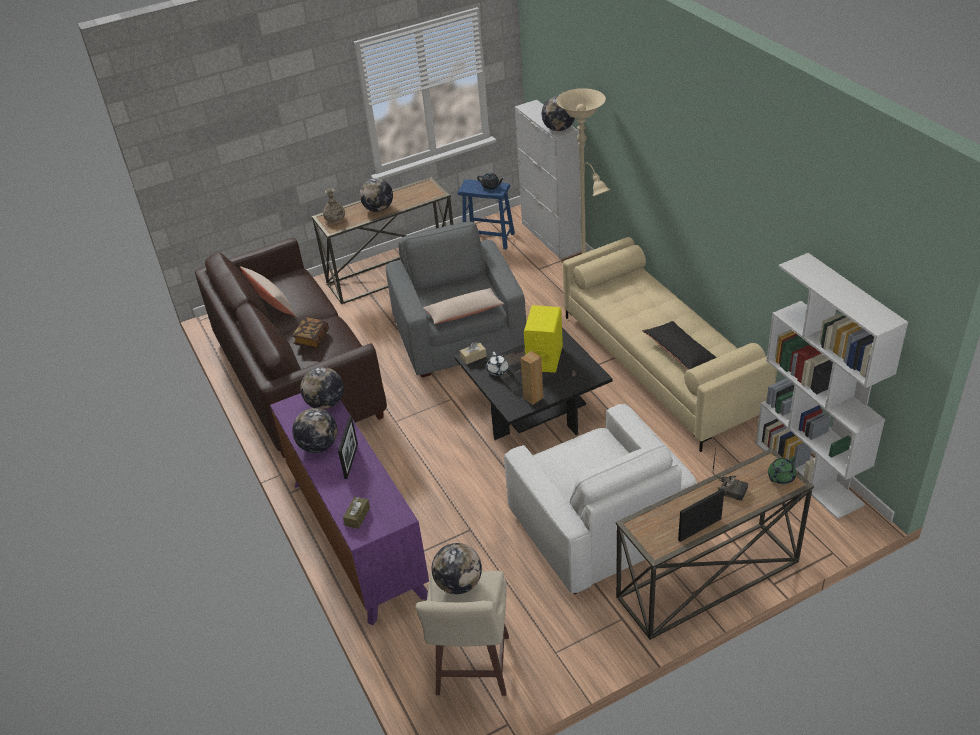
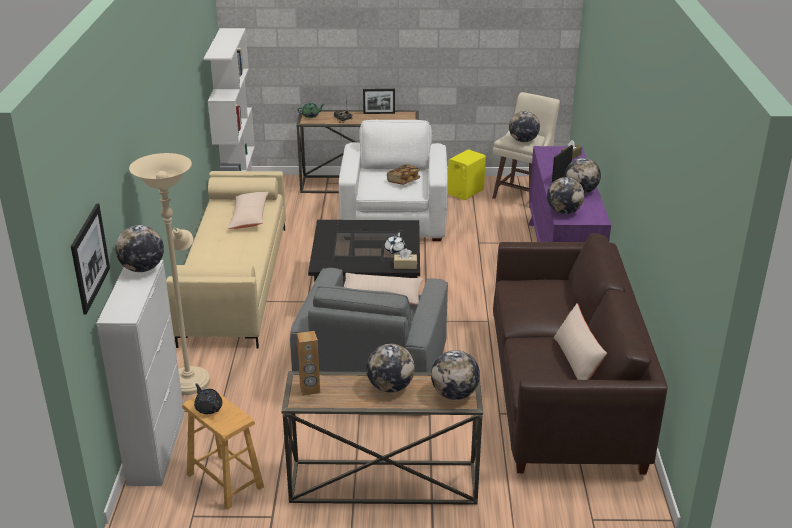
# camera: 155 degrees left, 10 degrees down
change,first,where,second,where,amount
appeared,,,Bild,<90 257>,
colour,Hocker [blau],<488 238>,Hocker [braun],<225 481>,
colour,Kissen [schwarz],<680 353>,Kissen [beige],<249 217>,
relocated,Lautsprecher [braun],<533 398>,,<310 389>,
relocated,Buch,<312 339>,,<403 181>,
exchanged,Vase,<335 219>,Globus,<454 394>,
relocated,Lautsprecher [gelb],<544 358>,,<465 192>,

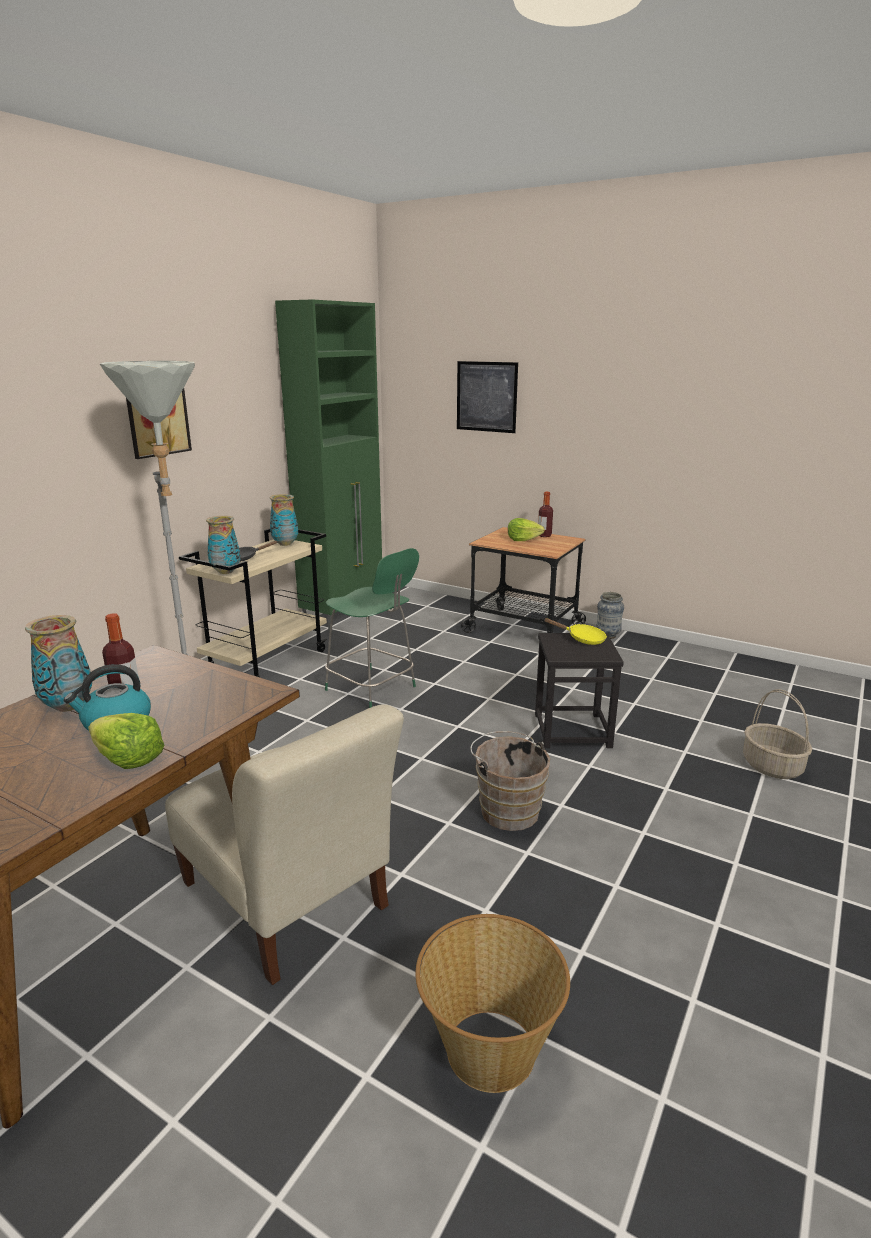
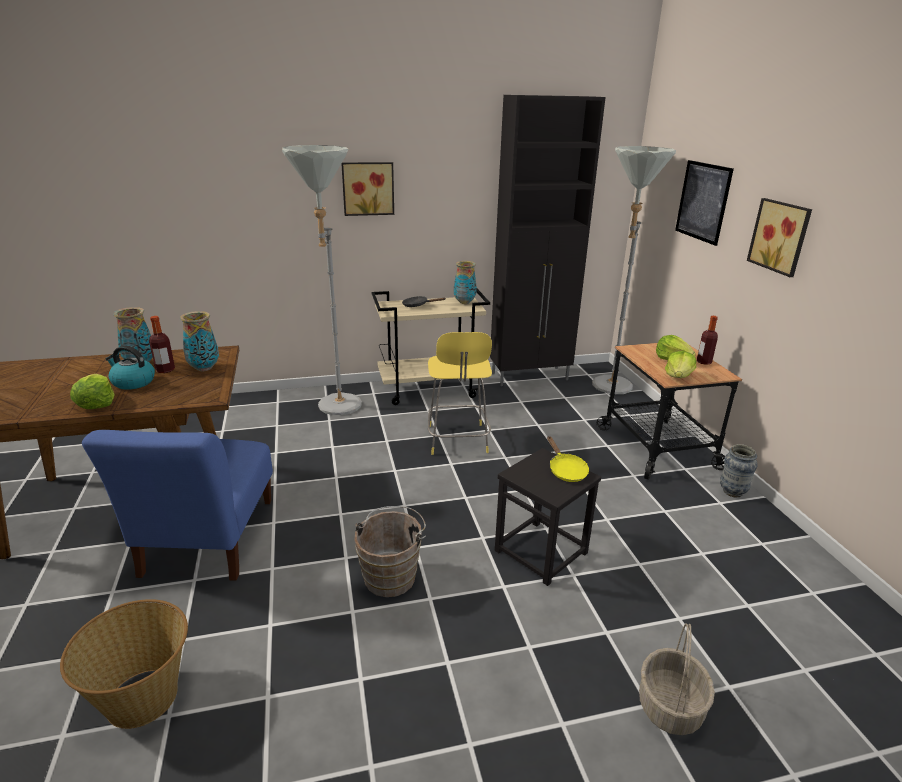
# camera: 45 degrees right, 5 degrees up
change,first,where,second,where,amount
colour,Stuhl [beige],<287 901>,Stuhl [blau],<207 541>,
relocated,Vase,<225 572>,,<204 368>,
colour,Hocker [grün],<372 689>,Hocker [gelb],<457 440>,
colour,Schrank [grün],<344 616>,Schrank [schwarz],<531 377>,
appeared,,,Stehlampe [grau],<609 389>,
appeared,,,Salatkopf,<678 376>,
appeared,,,Bild,<781 236>,

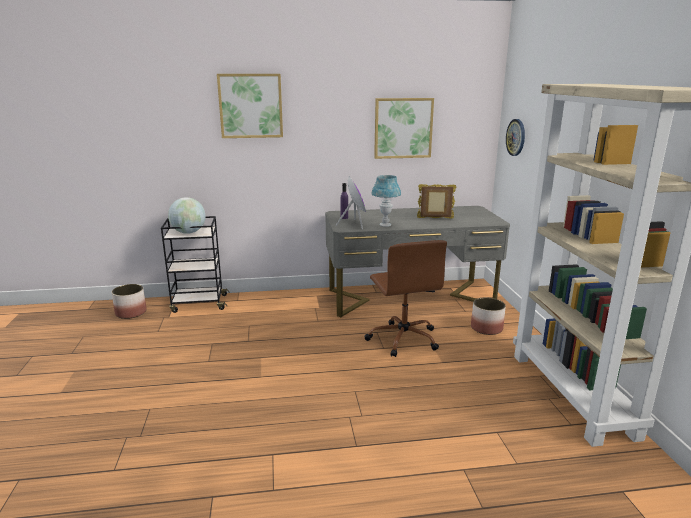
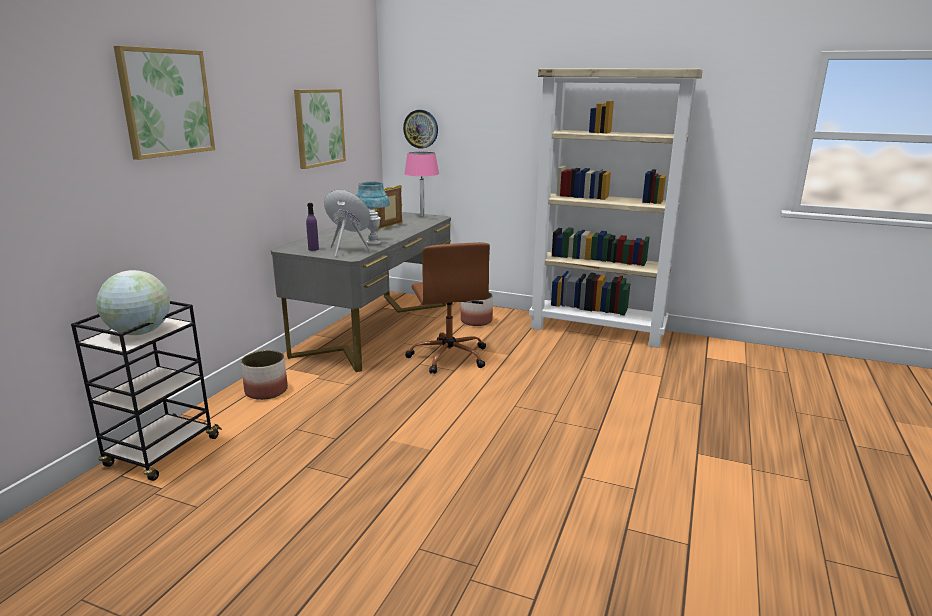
# camera: 60 degrees left, 0 degrees up
change,first,where,second,where,amount
relocated,Pflanzkübel,<130 313>,,<266 391>,
appeared,,,Tischlampe [rosa],<422 216>,
spun,Bürostuhl [braun],<403 339>,,<449 356>,60 degrees clockwise

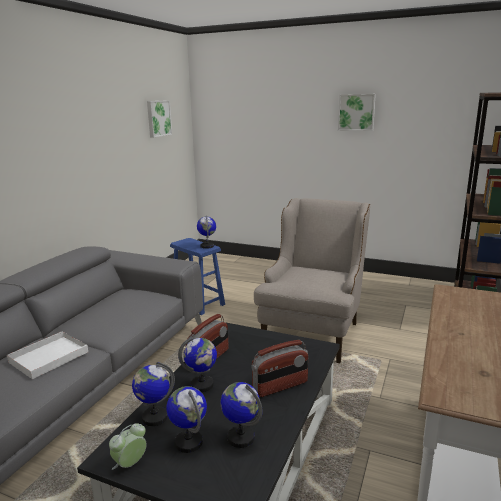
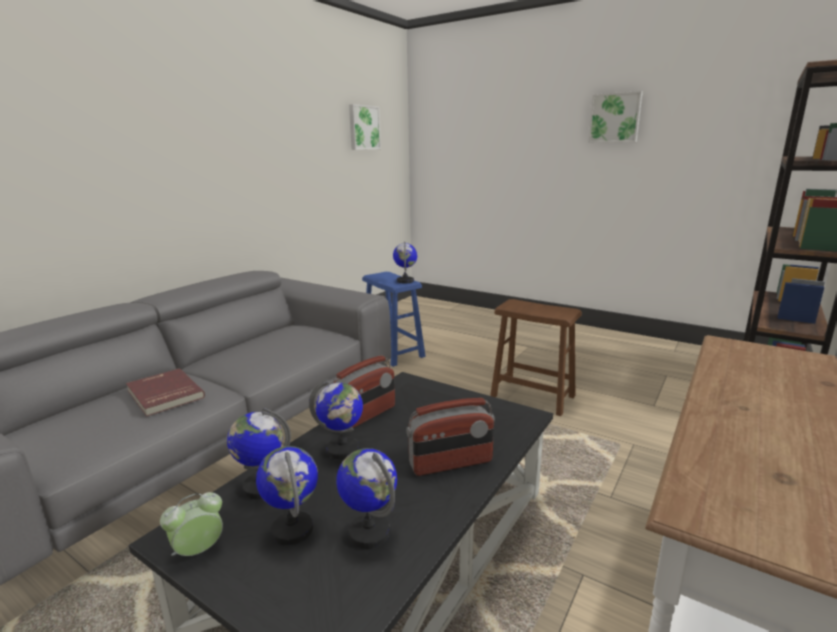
# camera: 10 degrees right, 0 degrees up
change,first,where,second,where,amount
exchanged,Tablett [weiß],<47 358>,Buch [rot],<163 394>,
exchanged,Sessel [beige],<314 330>,Hocker [braun],<532 396>,

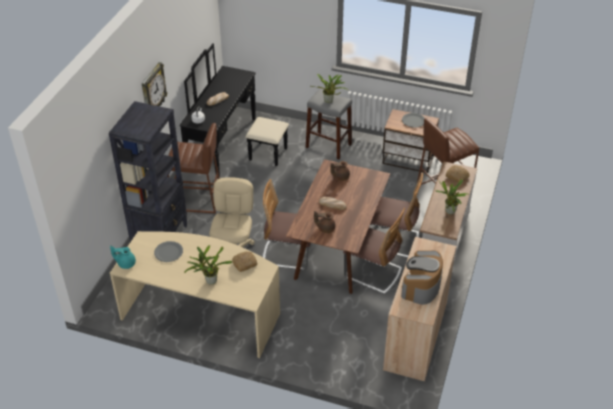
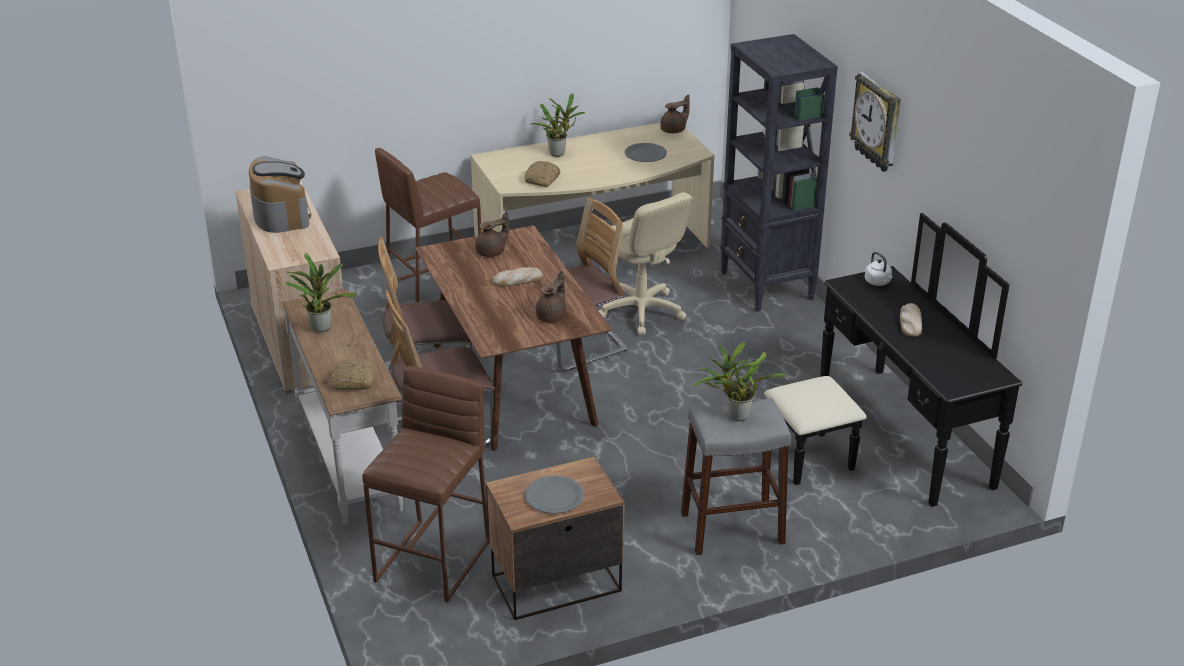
# camera: 140 degrees right, 10 degrees down
change,first,where,second,where,amount
relocated,Hocker [braun],<197 200>,,<433 286>,
colour,Teekanne [türkis],<126 263>,Teekanne [braun],<674 130>,

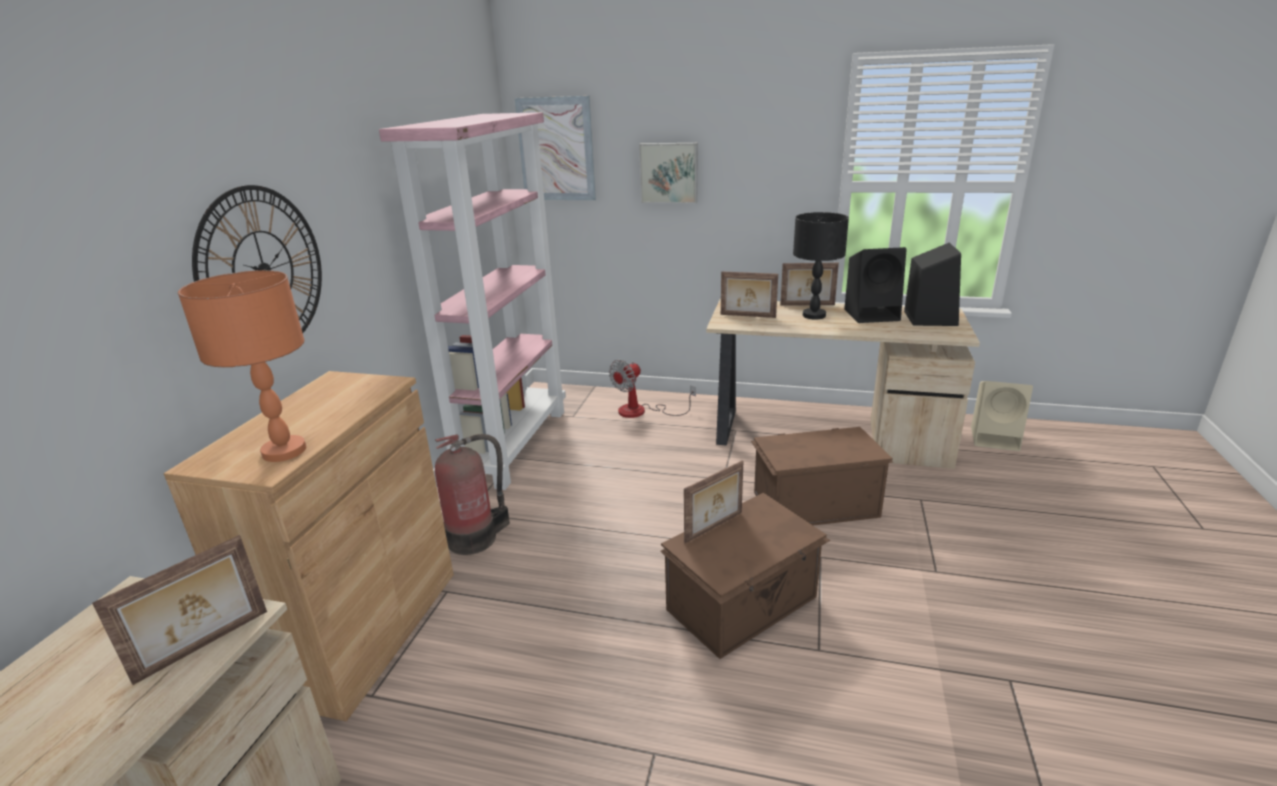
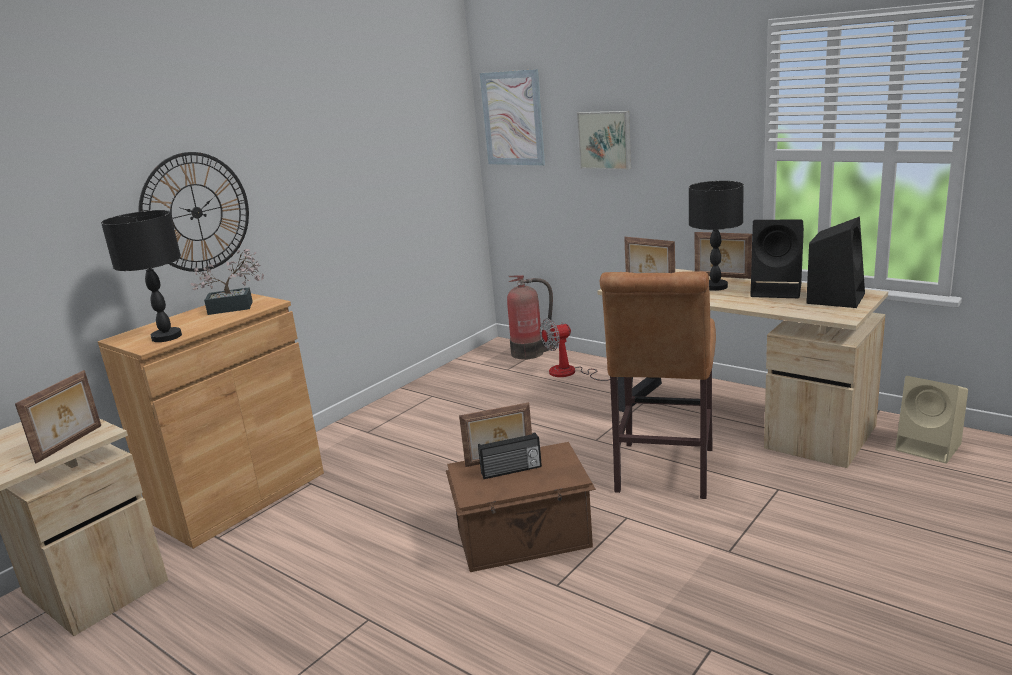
# camera: 25 degrees right, 5 degrees down
change,first,where,second,where,amount
spun,Bilderrahmen,<204 646>,,<70 444>,45 degrees counterclockwise
colour,Tischlampe [orange],<283 451>,Tischlampe [schwarz],<166 337>,
appeared,,,Topfpflanze,<236 307>,
appeared,,,Radio,<511 471>,
relocated,Feuerlöscher,<476 537>,,<530 352>,
exchanged,Aufbewahrungsbox [braun],<814 503>,Hocker [braun],<663 474>,
missing,Bücherregal [rosa],<512 444>,,,

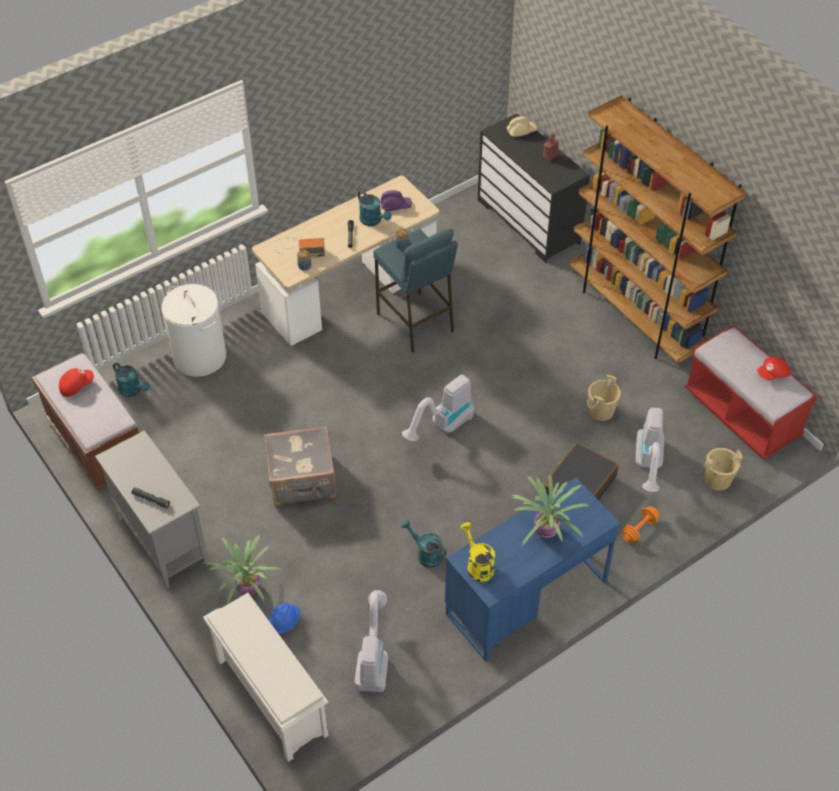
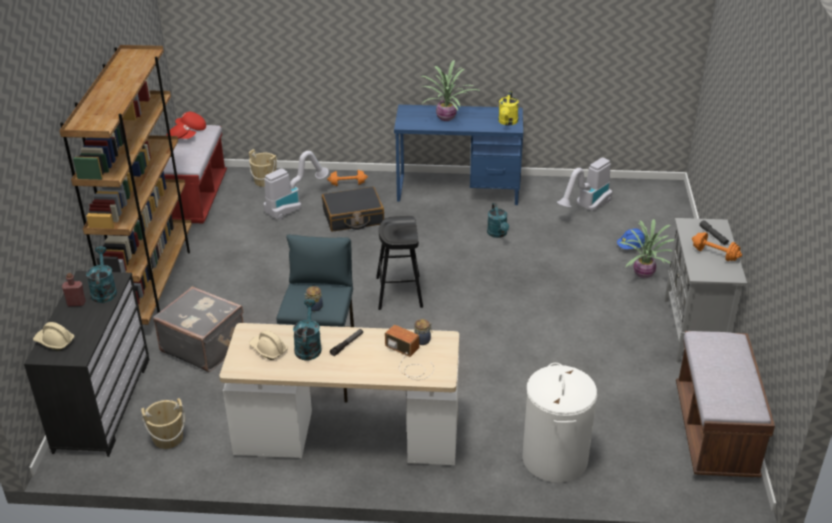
# camera: 140 degrees left, 15 degrees down
change,first,where,second,where,amount
relocated,Gießkanne [türkis],<133 390>,,<104 291>,
relocated,Eimer [beige],<601 411>,,<168 438>,
relocated,Koffer [grau],<302 481>,,<204 345>,
relocated,Kappe [rot],<76 386>,,<191 127>,
colour,Schutzhelm [lila],<395 205>,Schutzhelm [beige],<268 349>,
exchanged,Staubsauger,<442 427>,Hocker [schwarz],<399 292>,
appeared,,,Hantel [orange],<715 254>,
missing,Schuhregal [weiß],<270 696>,,,

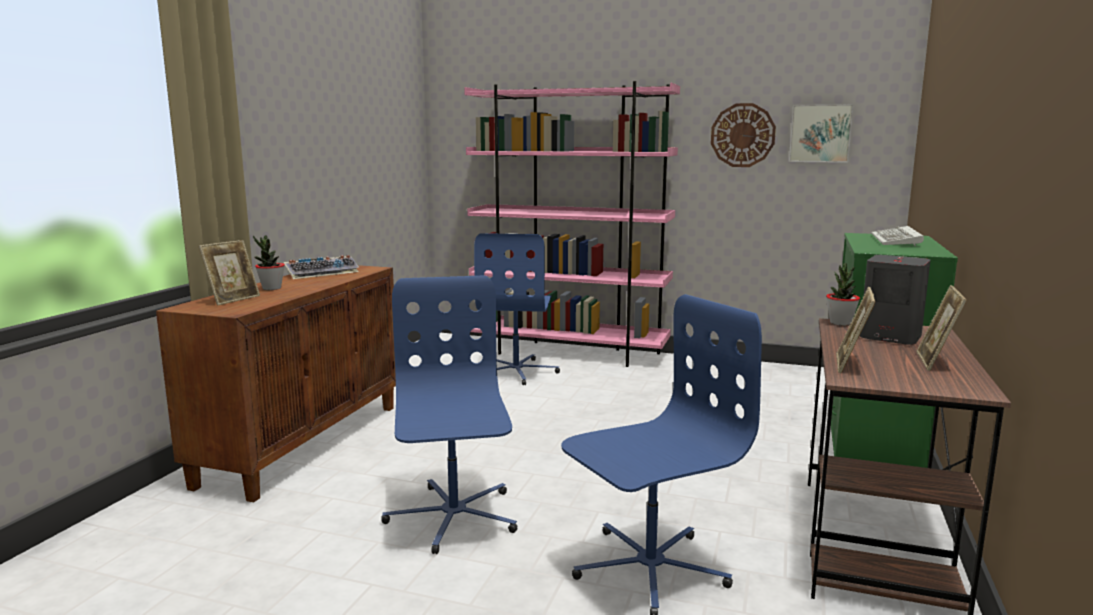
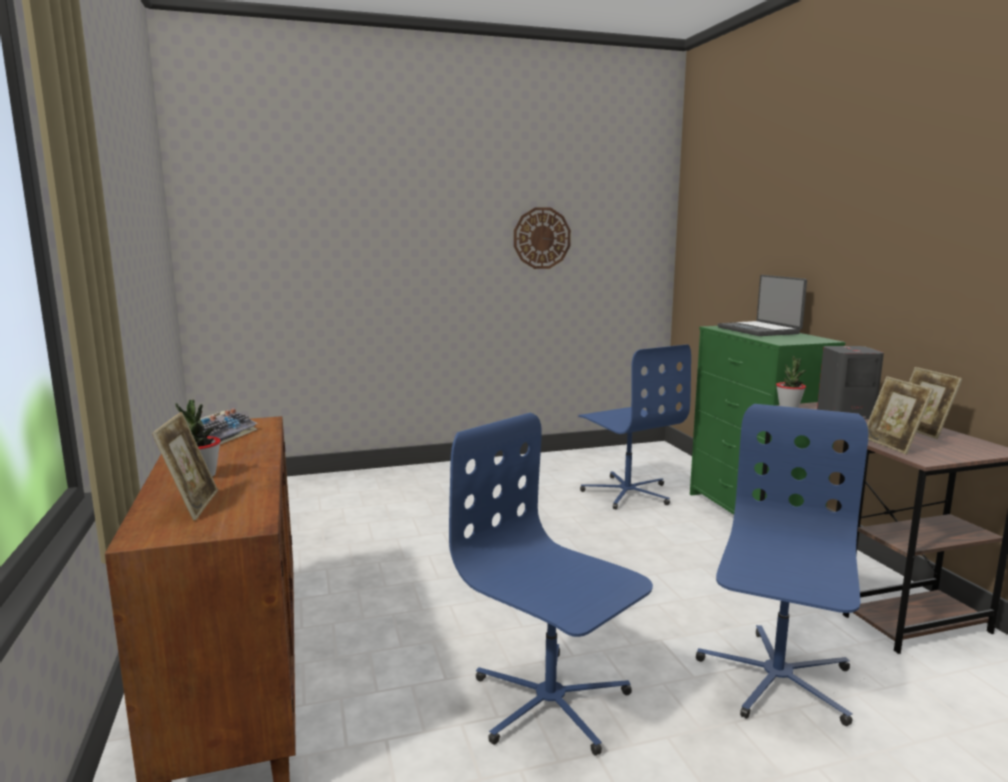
# camera: 35 degrees left, 0 degrees up
change,first,where,second,where,amount
relocated,Bürostuhl [blau],<517 371>,,<627 493>,
exchanged,Tastatur,<897 240>,Laptop,<759 330>,
missing,Bücherregal [rosa],<569 353>,,,
missing,Bild,<820 133>,,,

